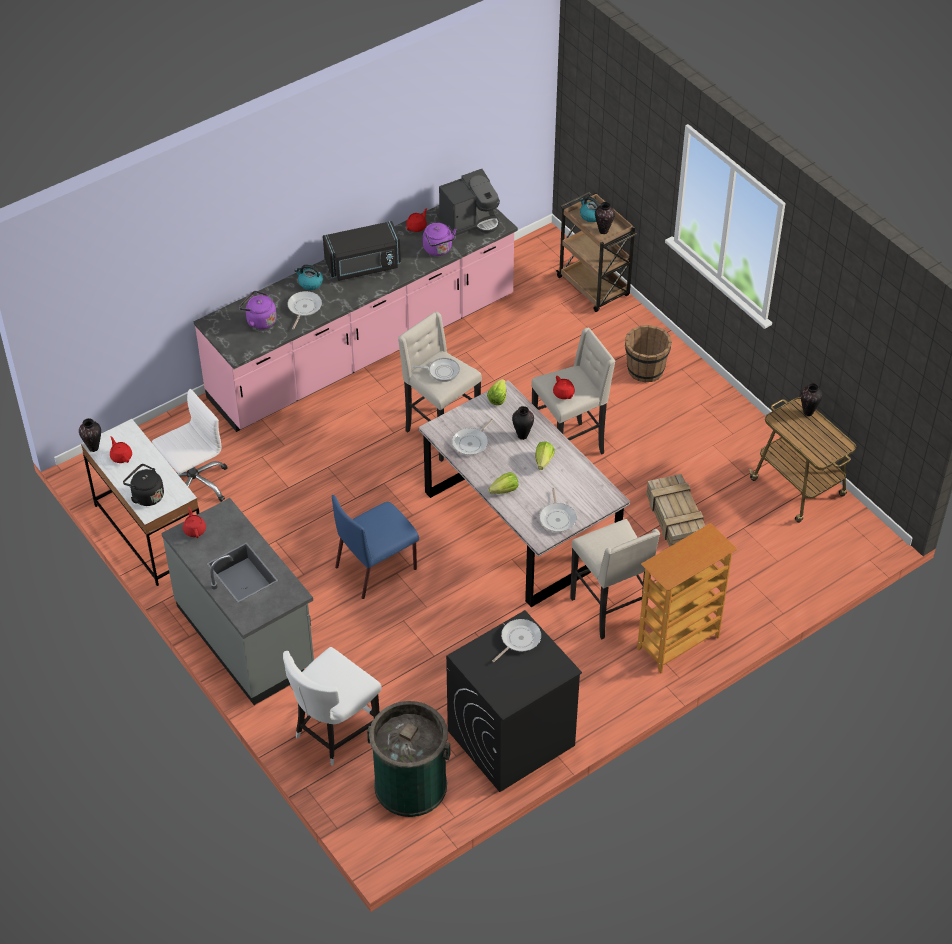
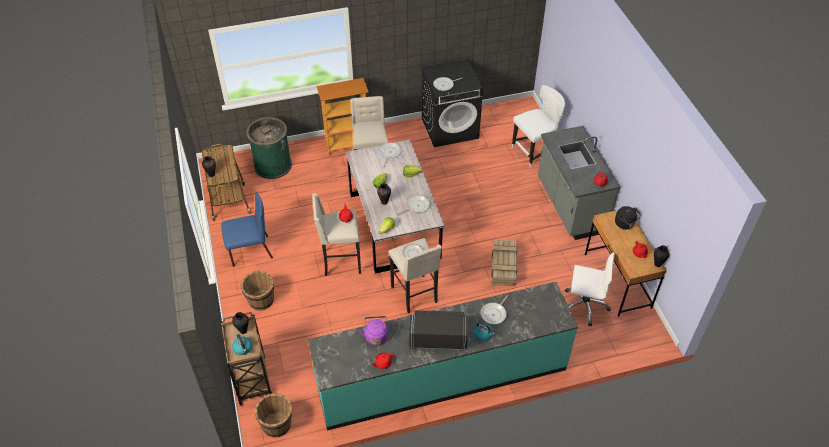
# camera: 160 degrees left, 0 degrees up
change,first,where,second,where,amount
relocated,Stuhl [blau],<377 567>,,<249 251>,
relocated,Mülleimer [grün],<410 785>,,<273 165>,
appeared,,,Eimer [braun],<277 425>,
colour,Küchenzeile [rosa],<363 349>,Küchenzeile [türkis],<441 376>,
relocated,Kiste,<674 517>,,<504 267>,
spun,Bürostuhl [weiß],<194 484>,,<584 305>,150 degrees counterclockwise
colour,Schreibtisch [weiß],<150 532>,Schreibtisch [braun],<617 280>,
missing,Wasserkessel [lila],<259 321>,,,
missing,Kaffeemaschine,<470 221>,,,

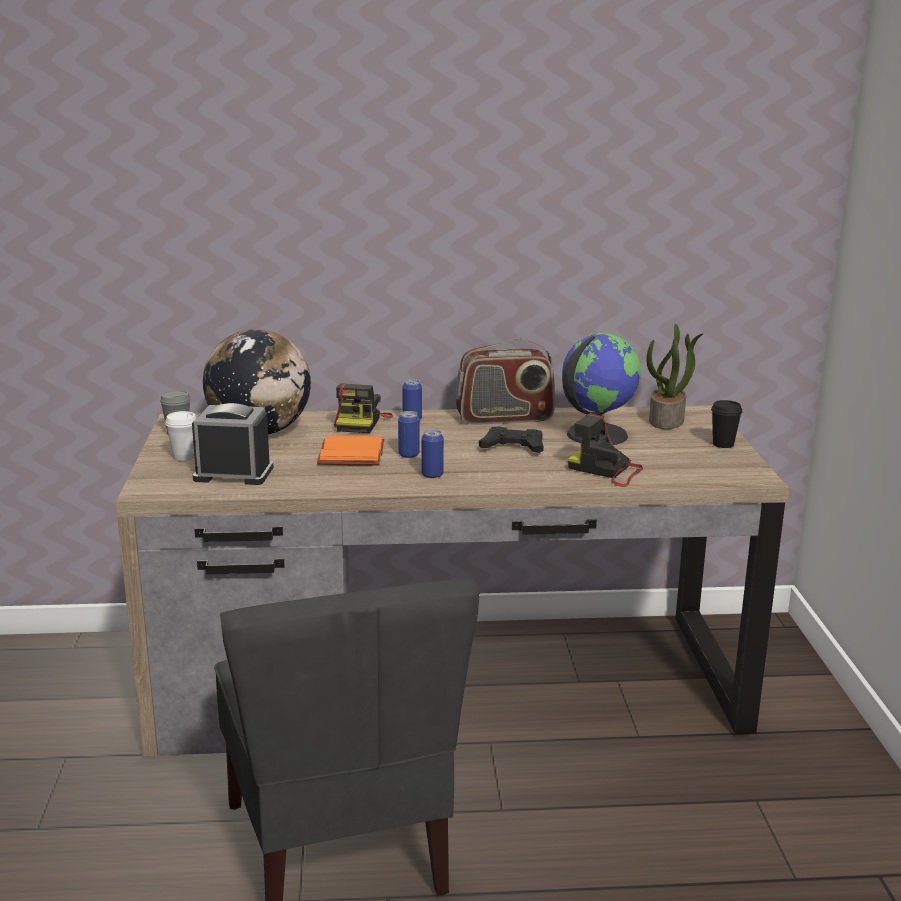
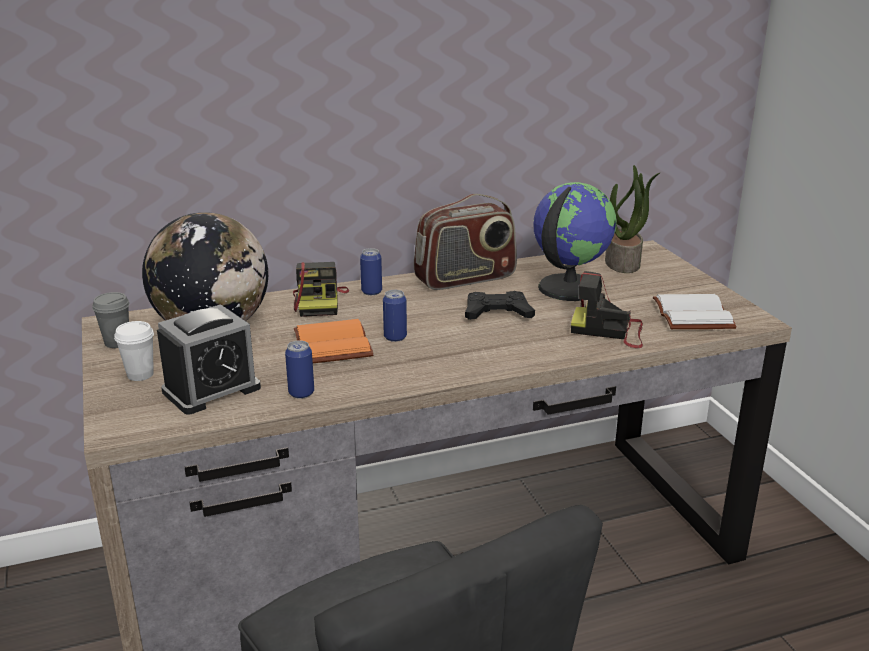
# camera: 15 degrees left, 5 degrees up
change,first,where,second,where,amount
spun,Wecker,<233 473>,,<211 390>,150 degrees clockwise
relocated,Dose,<432 475>,,<301 393>,
appeared,,,Buch [weiß],<690 314>,
missing,Tasse [schwarz],<723 444>,,,

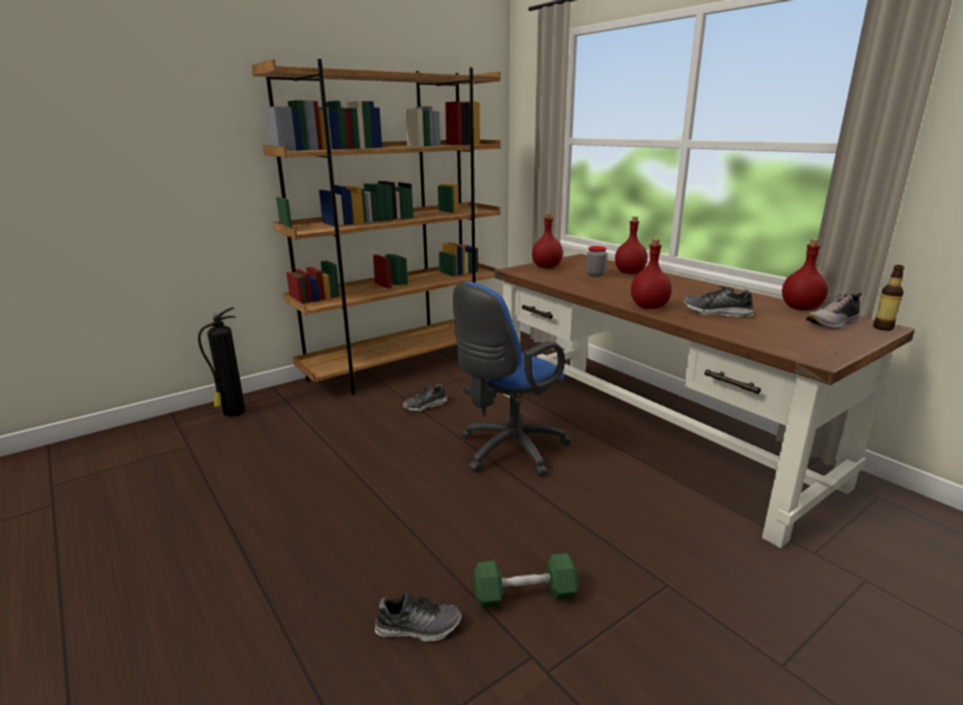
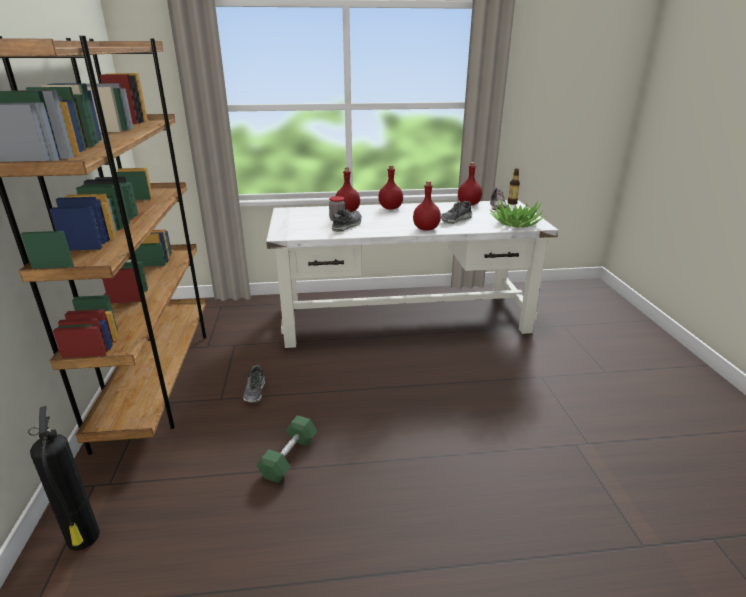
# camera: 60 degrees left, 5 degrees up
change,first,where,second,where,amount
relocated,Hantel [grün],<524 594>,,<289 457>,
colour,Schreibtisch [braun],<653 434>,Schreibtisch [weiß],<404 317>,
relocated,Schuh,<418 627>,,<347 226>,
relocated,Flasche [rot],<546 267>,,<390 208>,
appeared,,,Topfpflanze,<515 223>,
missing,Bürostuhl [blau],<507 451>,,,

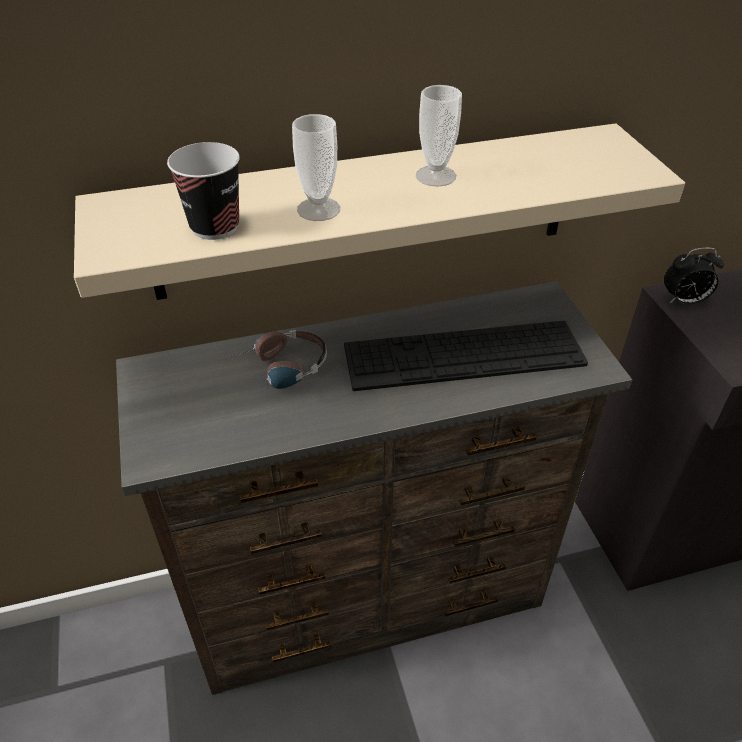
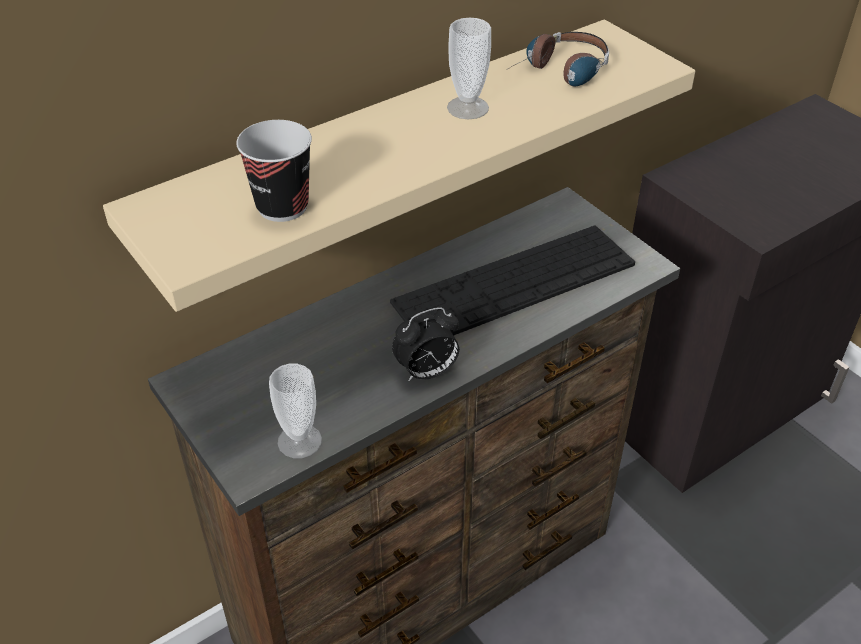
# camera: 20 degrees left, 0 degrees up
change,first,where,second,where,amount
relocated,Tasse,<318 209>,,<299 441>,
relocated,Wecker,<684 301>,,<427 372>,
relocated,Kopfhörer,<278 370>,,<560 73>,

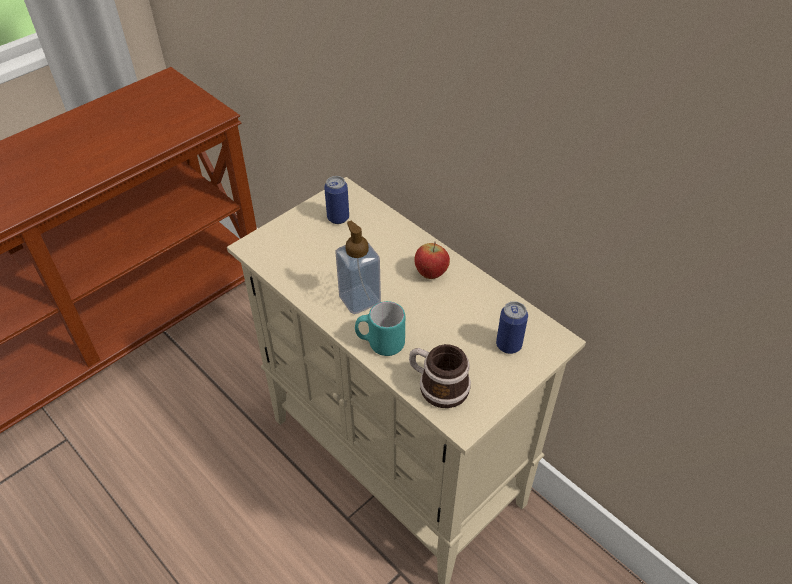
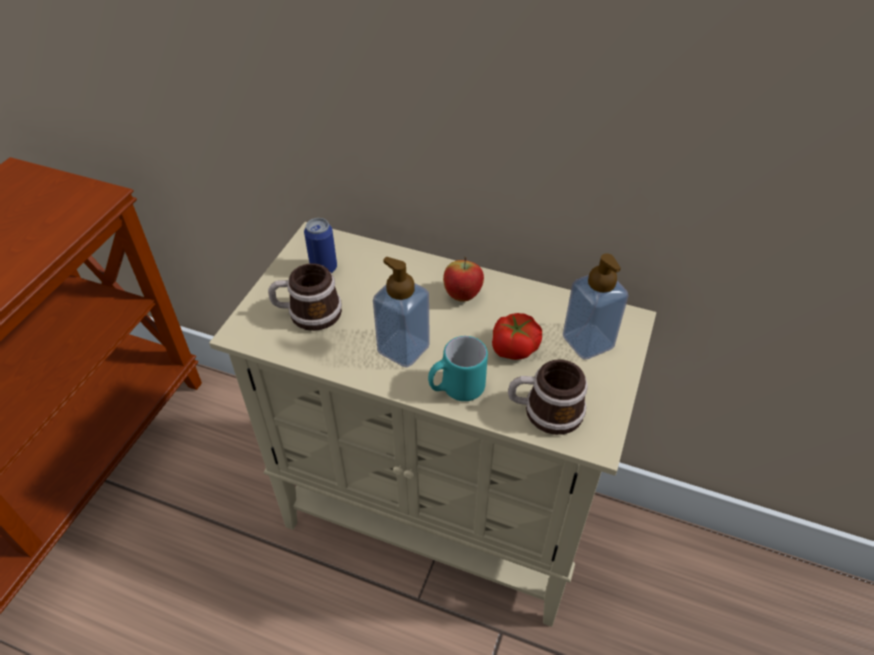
# camera: 25 degrees left, 0 degrees up
change,first,where,second,where,amount
appeared,,,Henkelbecher,<308 313>,
appeared,,,Tomate,<513 347>,
exchanged,Dose,<508 345>,Seifenspender,<587 342>,

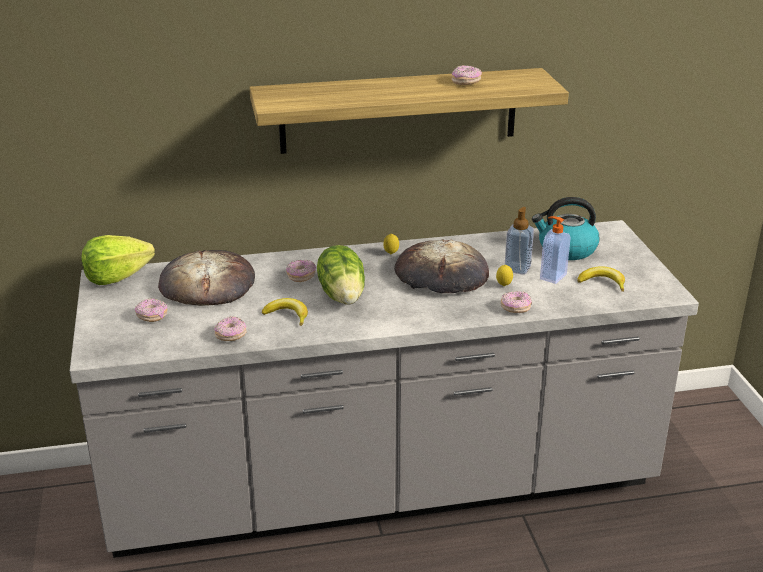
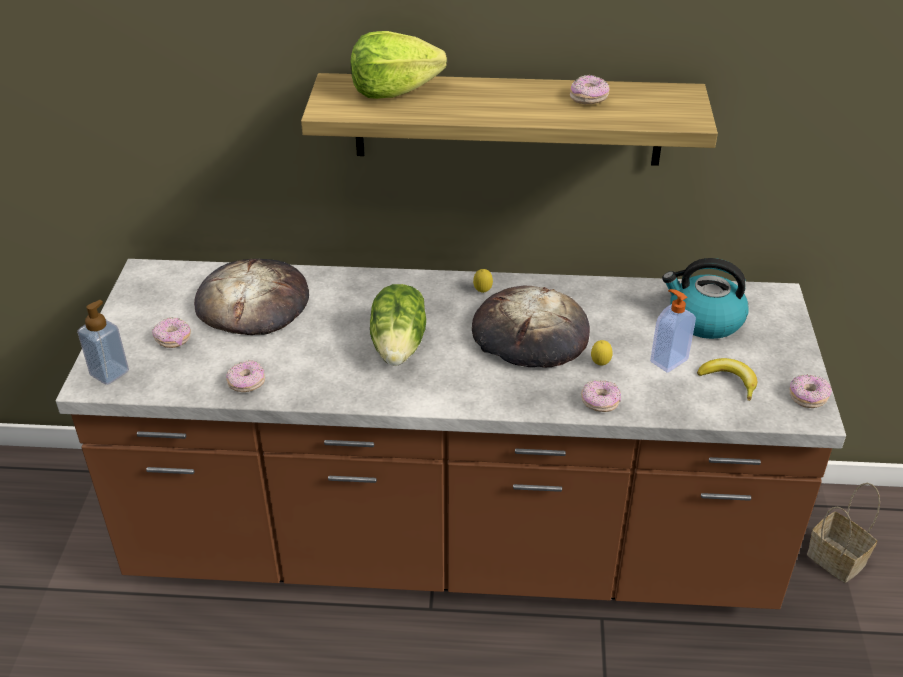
# camera: 15 degrees right, 10 degrees up
change,first,where,second,where,amount
colour,Küchenzeile [grau],<381 486>,Küchenzeile [braun],<451 544>,
relocated,Seifenspender,<517 268>,,<109 373>,
relocated,Salatkopf,<117 277>,,<393 91>,
relocated,Donut,<301 276>,,<807 397>,
appeared,,,Korb,<833 559>,
missing,Banane,<287 315>,,,

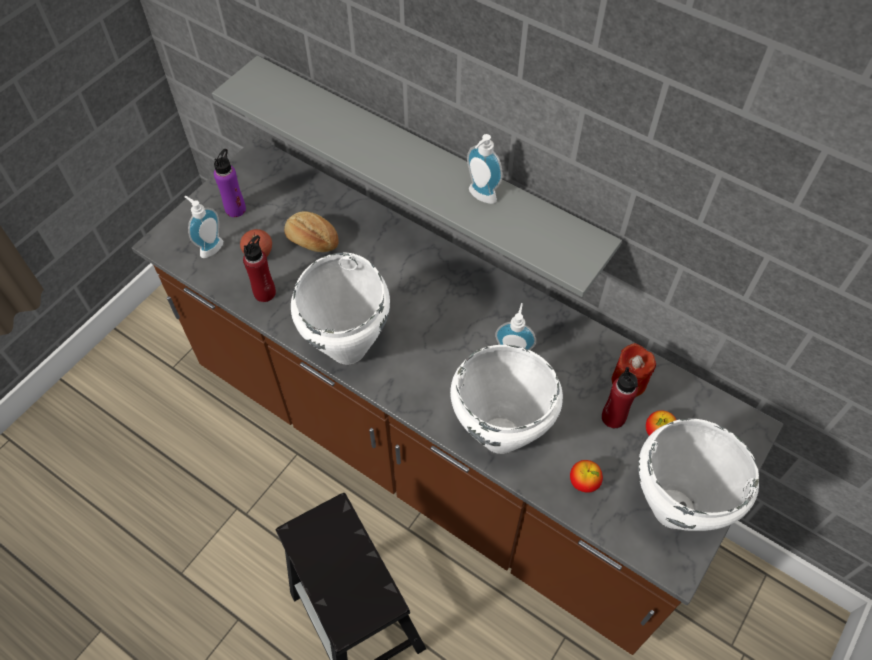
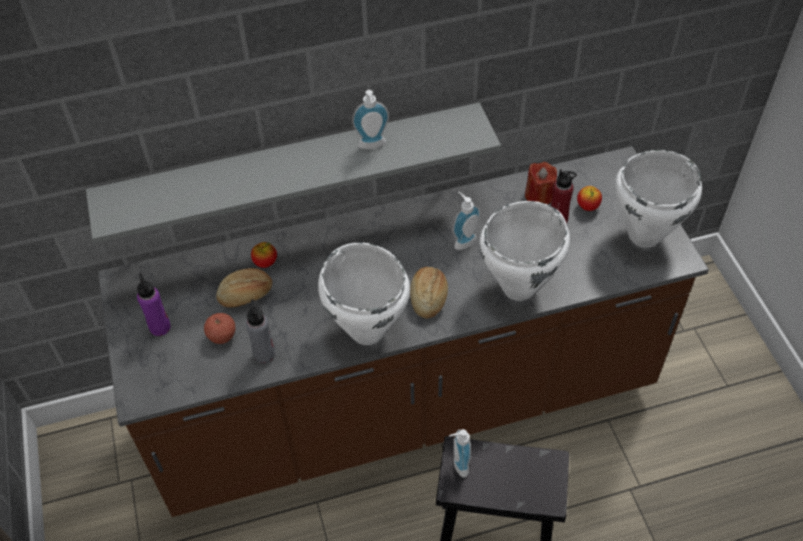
# camera: 50 degrees left, 5 degrees down
change,first,where,second,where,amount
colour,Flasche [rot],<265 293>,Flasche [grau],<264 354>,
relocated,Apfel,<583 482>,,<265 263>,
appeared,,,Brot,<429 297>,
relocated,Seifenspender,<209 247>,,<457 465>,

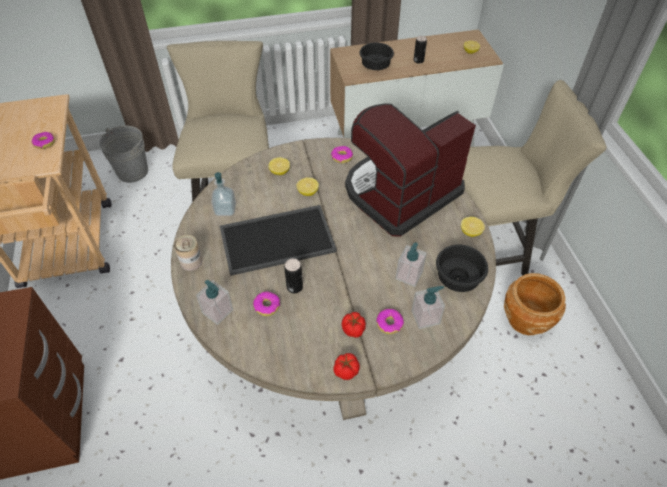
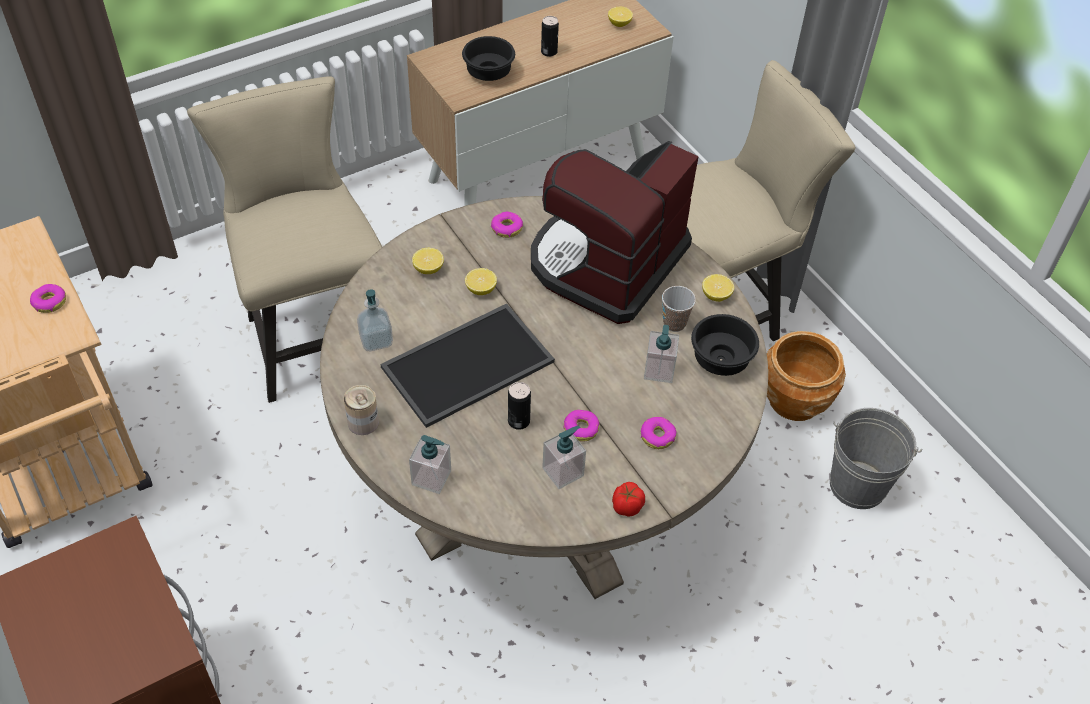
# camera: 20 degrees left, 0 degrees up
change,first,where,second,where,amount
relocated,Seifenspender,<425 317>,,<563 472>,
relocated,Donut,<267 306>,,<581 429>,
appeared,,,Tasse,<674 323>,
relocated,Eimer [grau],<133 172>,,<858 485>,
missing,Tomate,<353 330>,,,

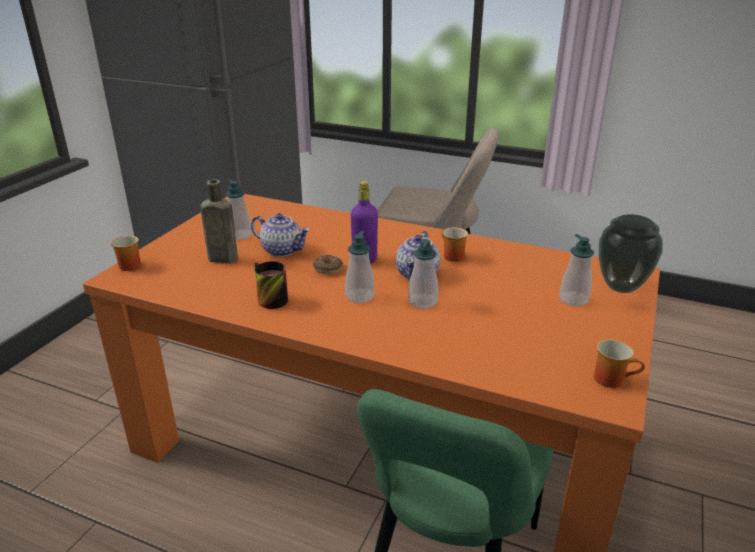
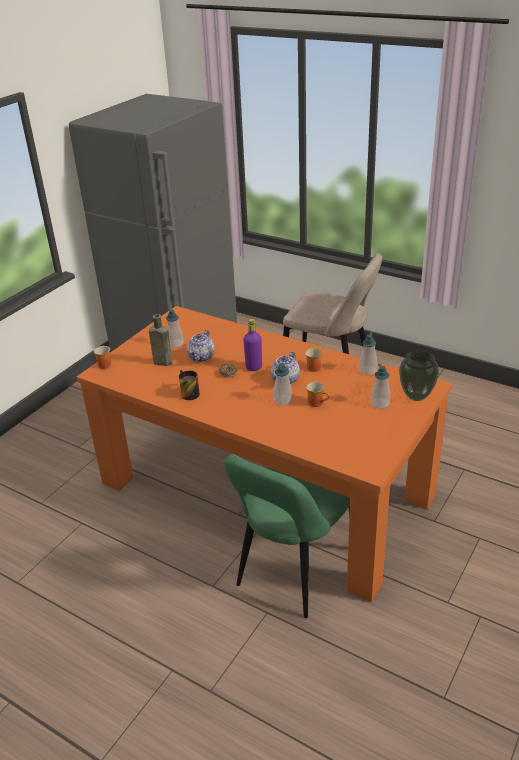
# camera: 10 degrees right, 5 degrees up
change,first,where,second,where,amount
spun,Teekanne,<282 250>,,<201 357>,75 degrees clockwise
relocated,Henkelbecher,<612 379>,,<317 402>,
relocated,Seifenspender,<359 296>,,<367 371>,

